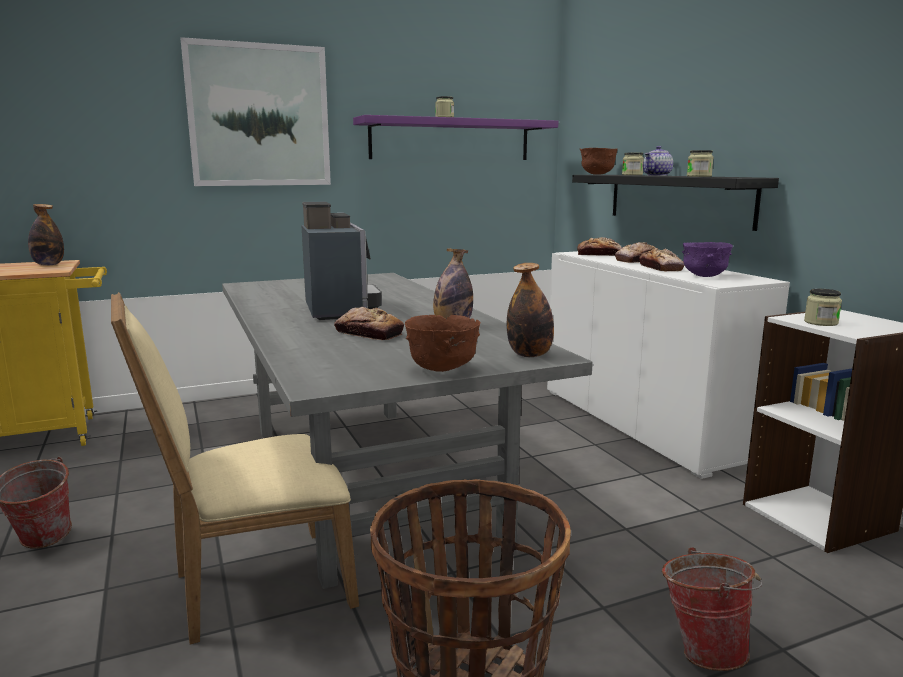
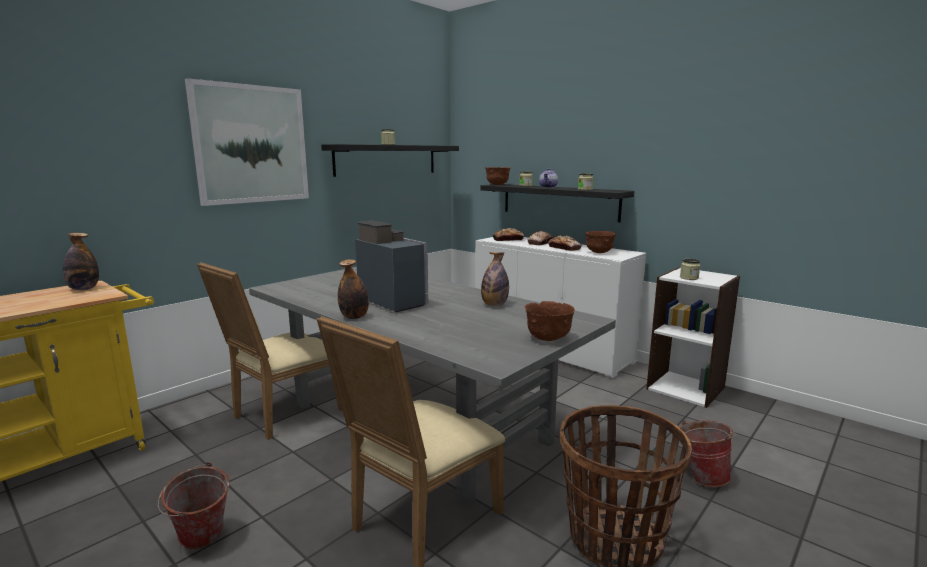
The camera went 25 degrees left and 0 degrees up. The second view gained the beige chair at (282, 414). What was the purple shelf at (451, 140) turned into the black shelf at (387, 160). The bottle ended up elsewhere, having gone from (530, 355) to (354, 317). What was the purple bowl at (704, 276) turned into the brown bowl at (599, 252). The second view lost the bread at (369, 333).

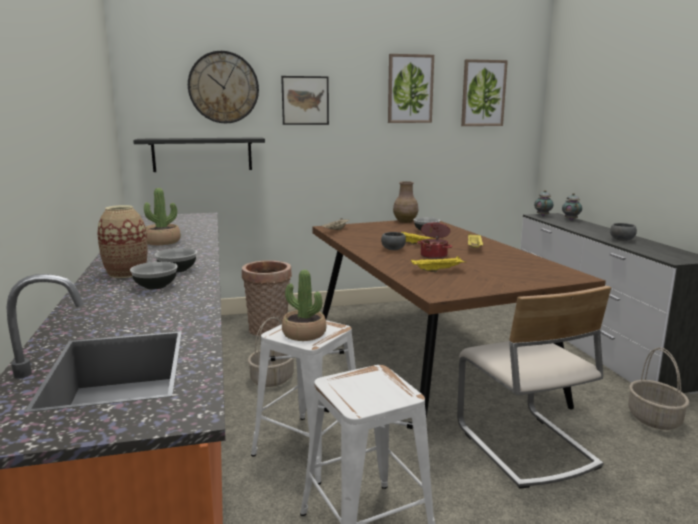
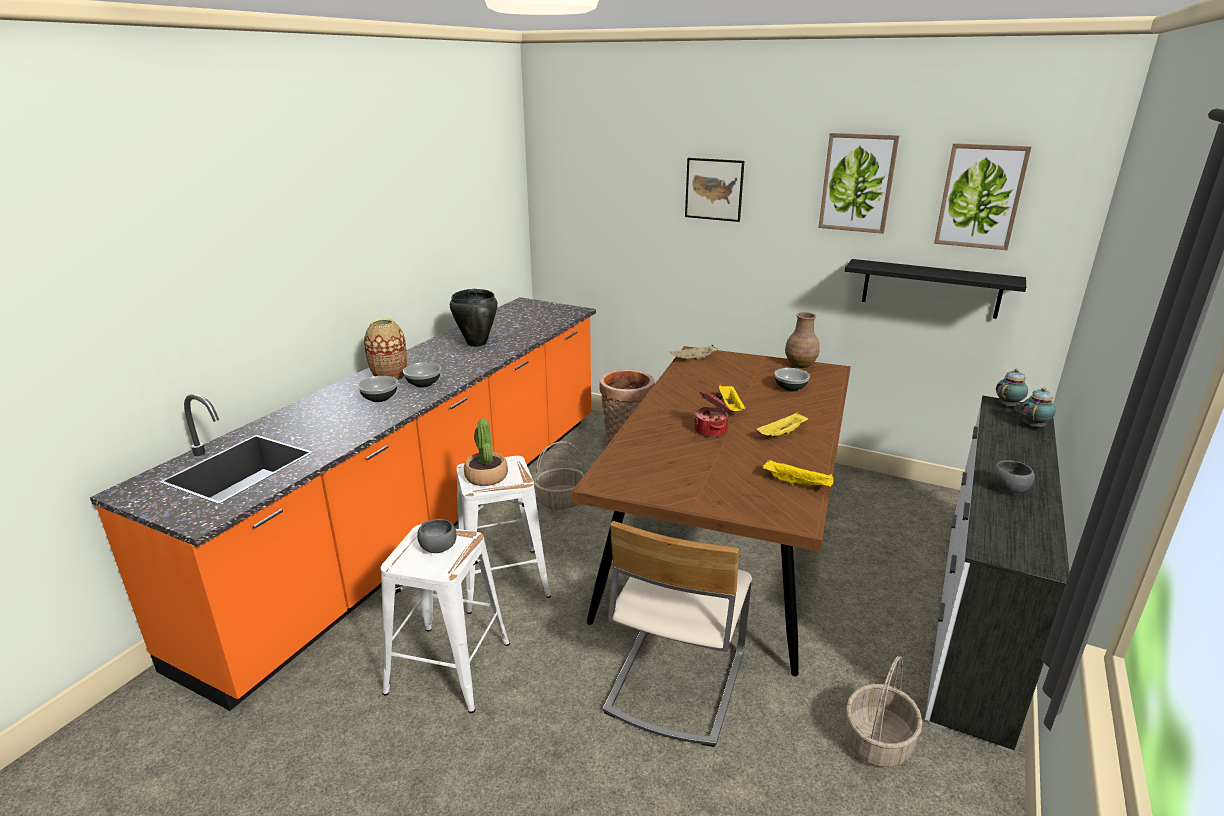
The camera went 40 degrees right and 10 degrees up. The grey bowl ended up elsewhere, having gone from (393, 250) to (438, 548). Where the potted plant stood at (162, 242), the black cooking pot came to stand at (476, 343). The yellow tray ended up elsewhere, having gone from (438, 270) to (798, 484). The black shelf ended up elsewhere, having gone from (202, 154) to (930, 288). The second view lost the wall clock at (223, 87).

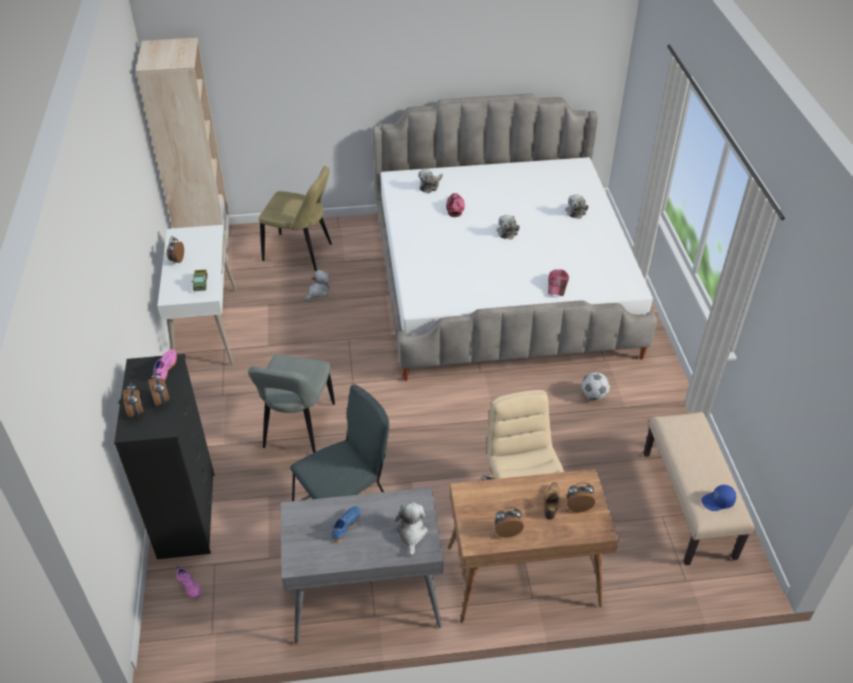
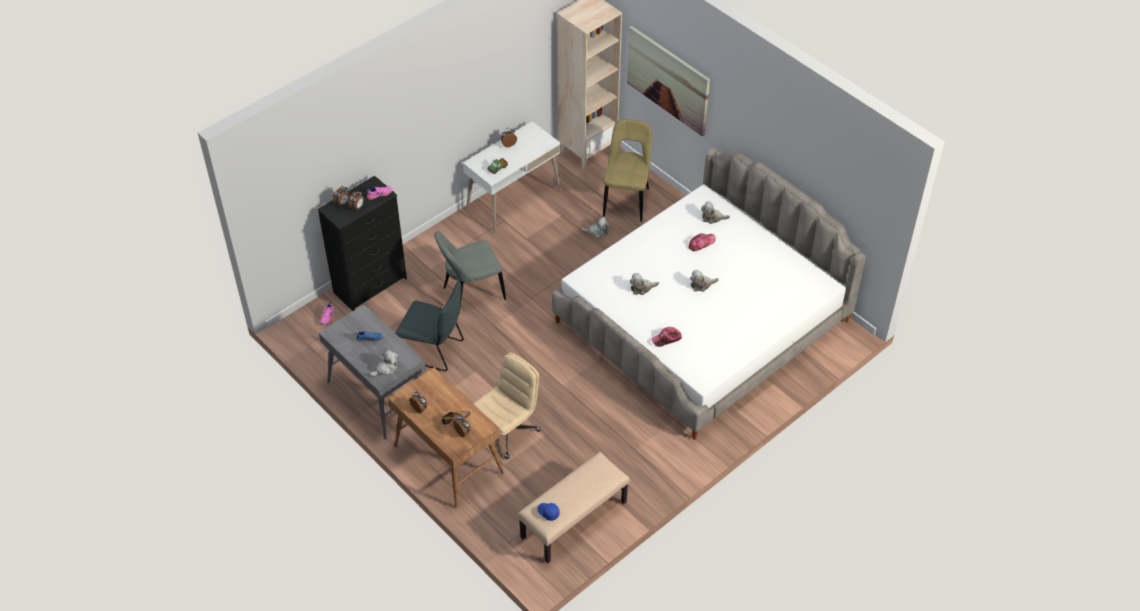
The camera went 55 degrees right and 5 degrees up. The beige chair at (301, 253) ended up facing another way, 150 degrees counterclockwise from before. The second view gained the picture at (668, 80). The plush toy ended up elsewhere, having gone from (576, 210) to (642, 288). The second view lost the football at (594, 395).

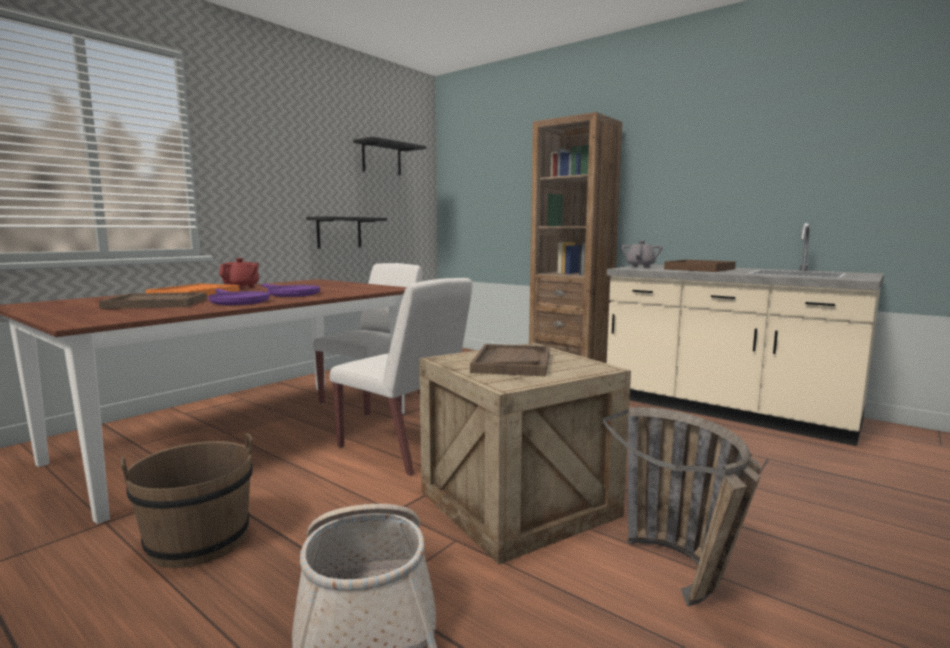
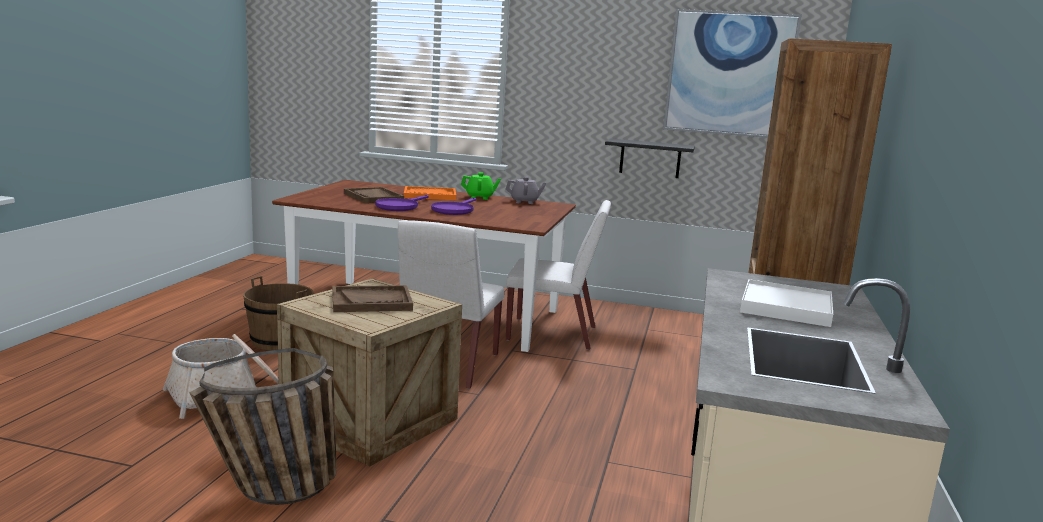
The camera went 65 degrees right and 5 degrees up. What was the red teapot at (241, 287) turned into the green teapot at (480, 197). The grey teapot ended up elsewhere, having gone from (640, 267) to (524, 202). Where the black shelf hung at (381, 159), the picture came to hang at (729, 74). What was the brown tray at (699, 269) turned into the white tray at (786, 307).

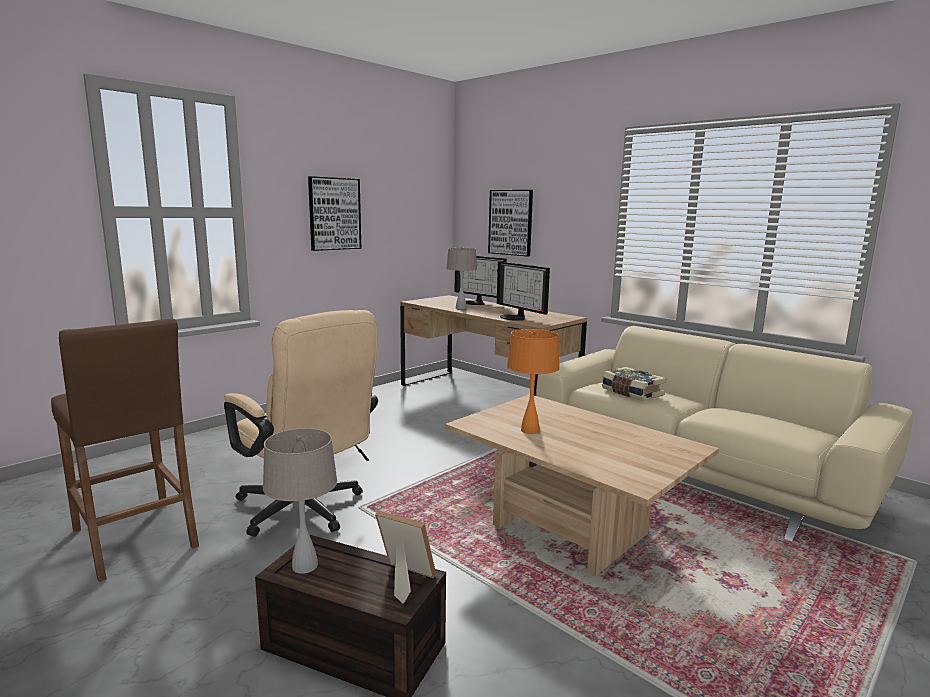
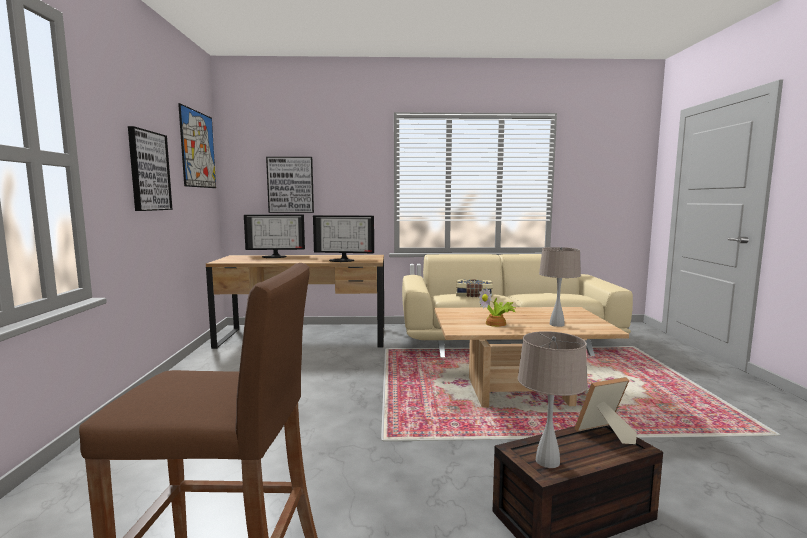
The camera went 45 degrees left and 5 degrees down. The second view gained the picture at (198, 149). Where the orange table lamp stood at (530, 430), the potted plant came to stand at (497, 324). The beige table lamp ended up elsewhere, having gone from (461, 308) to (557, 324). The second view lost the beige office chair at (306, 511).

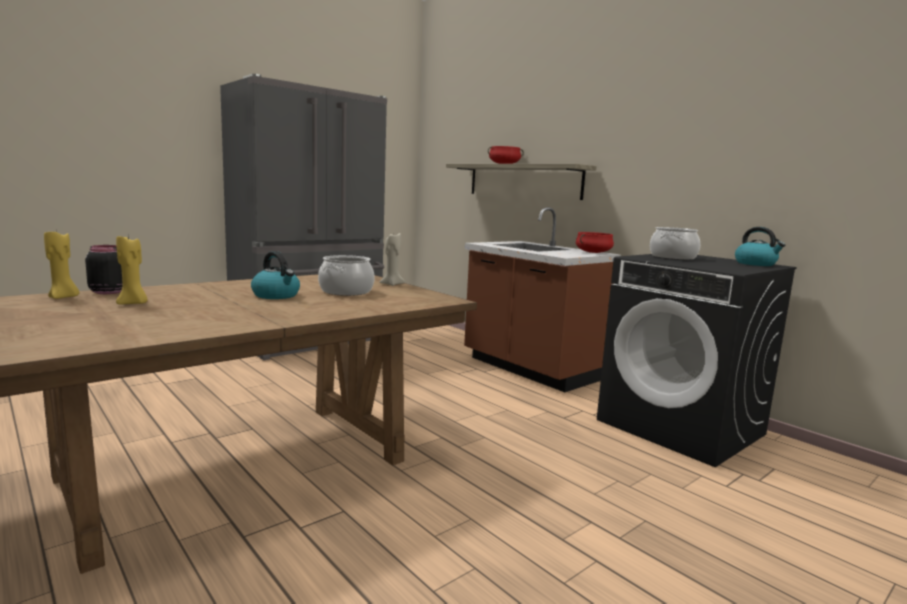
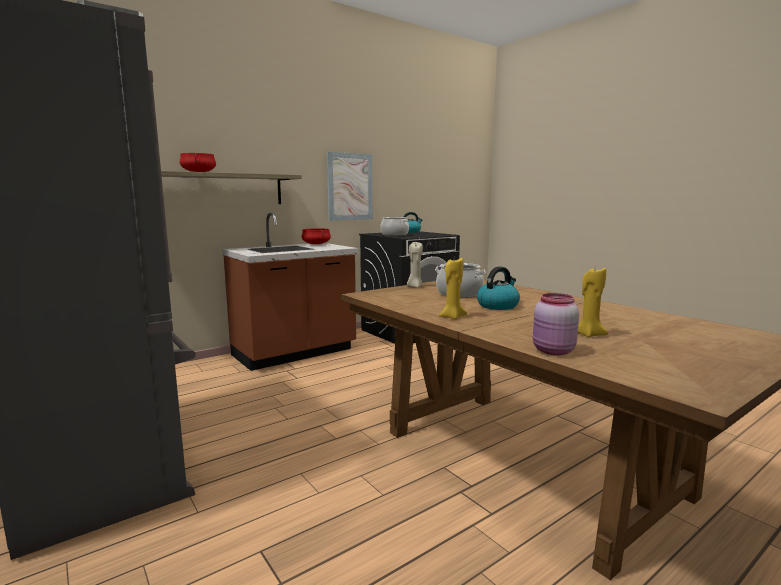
The camera went 85 degrees left and 0 degrees up. The second view gained the picture at (350, 187). The yellow candle ended up elsewhere, having gone from (63, 297) to (452, 317). What was the black jar at (107, 292) turned into the pink jar at (553, 351).

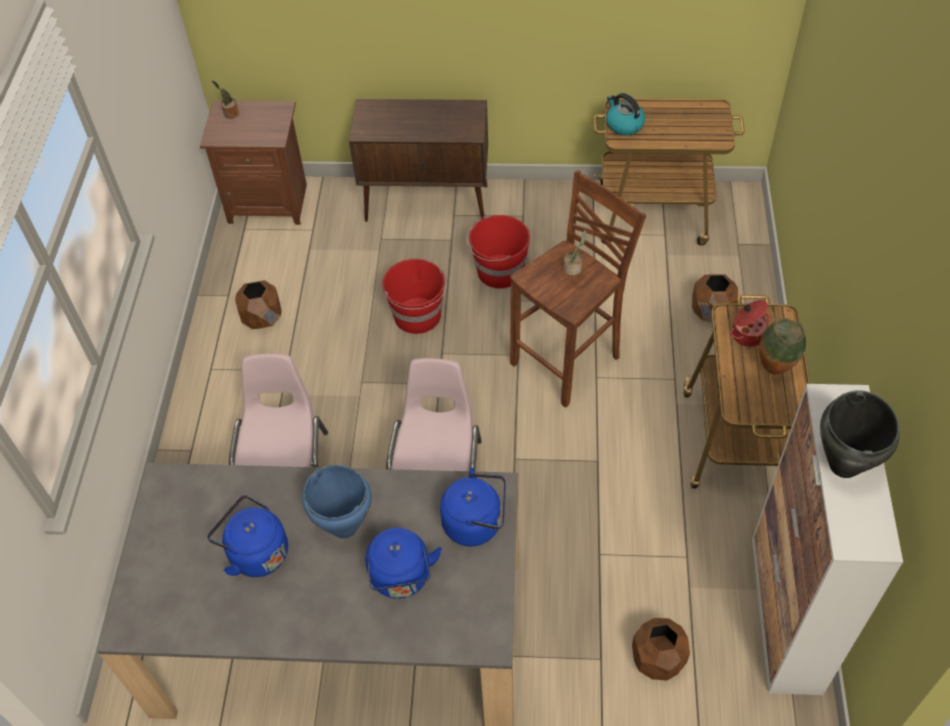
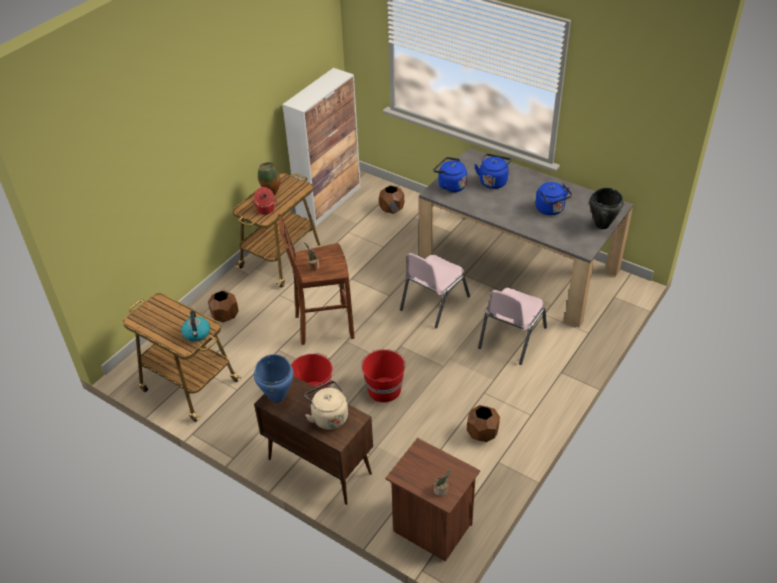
The camera went 150 degrees left and 10 degrees down. The blue cooking pot ended up elsewhere, having gone from (344, 527) to (277, 396). The second view gained the beige kettle at (328, 417). The black cooking pot ended up elsewhere, having gone from (844, 465) to (601, 225).

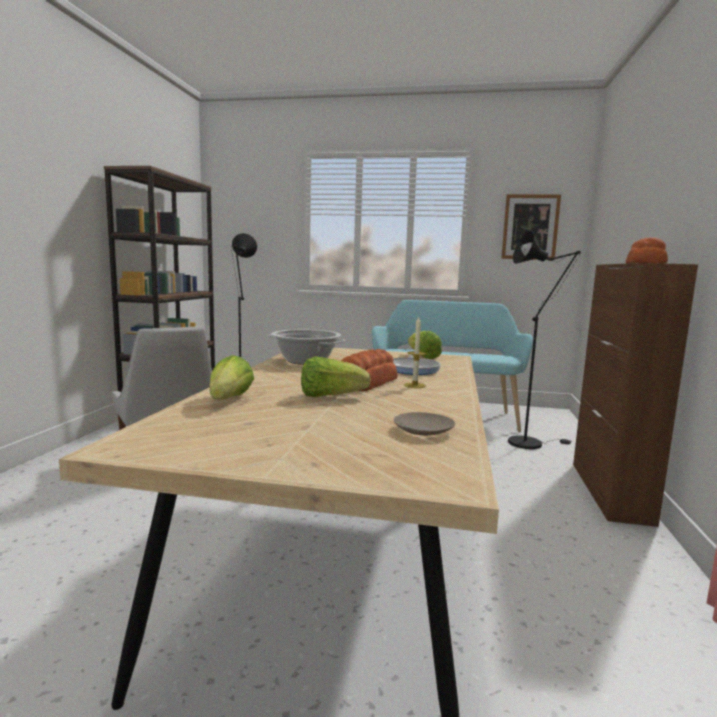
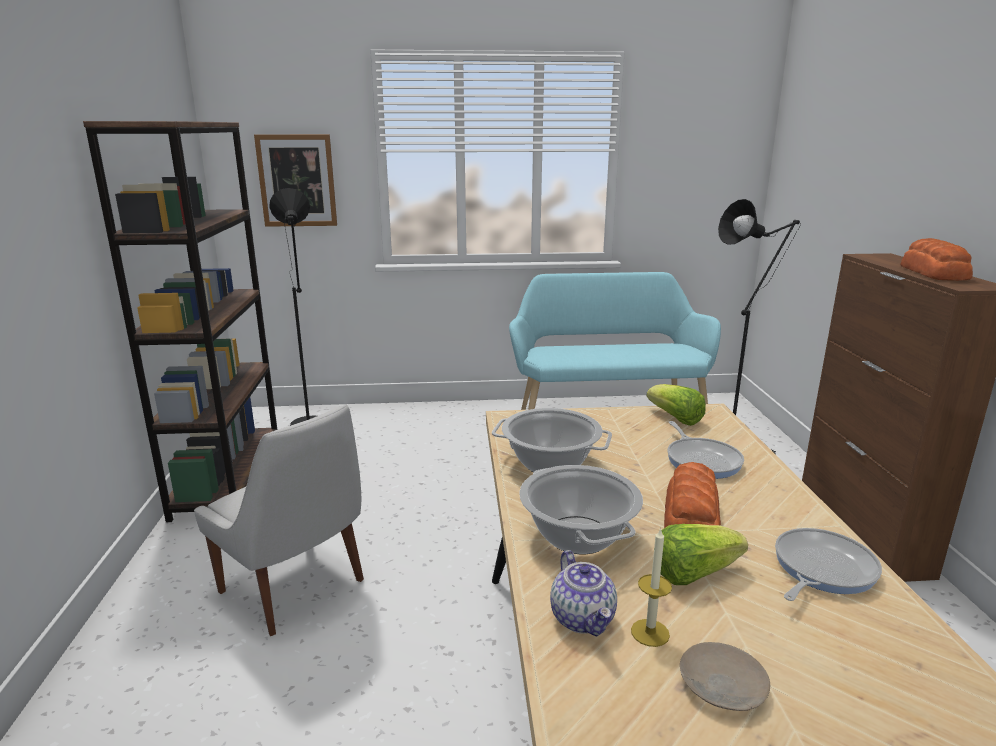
The camera went 15 degrees left and 10 degrees up. The picture ended up elsewhere, having gone from (530, 227) to (297, 181). The second view gained the cooking pot at (579, 535). Where the lettuce stood at (229, 400), the teapot came to stand at (583, 619). The candle ended up elsewhere, having gone from (415, 385) to (650, 632). The beige plate ended up elsewhere, having gone from (423, 430) to (722, 685). The second view gained the frying pan at (821, 569).

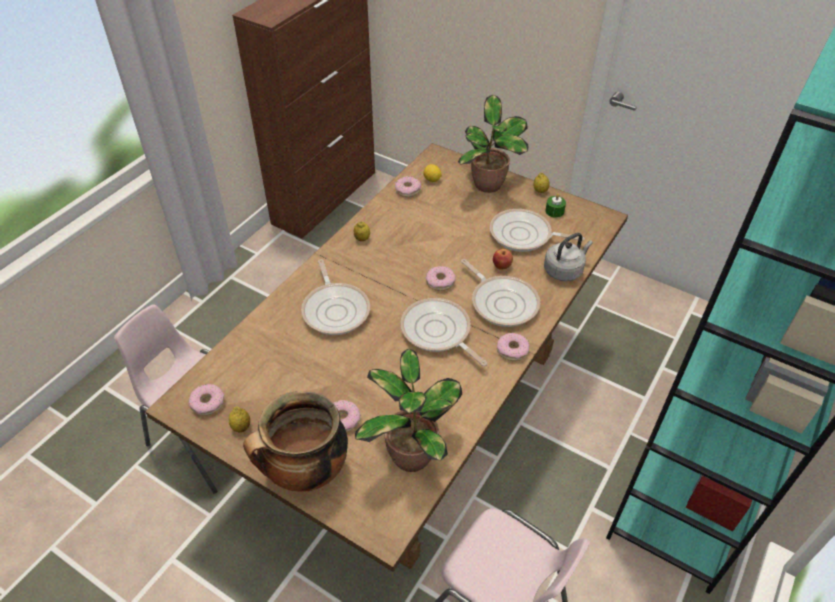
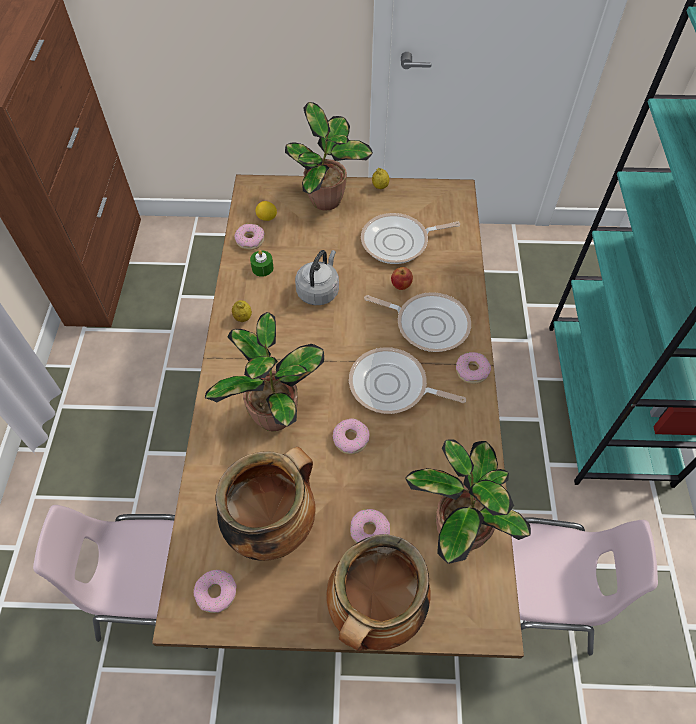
The camera went 30 degrees left and 10 degrees up. Where the frying pan stood at (336, 309), the potted plant came to stand at (274, 412). The second view gained the cooking pot at (272, 525). The green candle ended up elsewhere, having gone from (554, 211) to (262, 268). The grey kettle ended up elsewhere, having gone from (564, 270) to (319, 290). The donut ended up elsewhere, having gone from (440, 282) to (351, 439). The second view lost the lemon at (241, 427).

